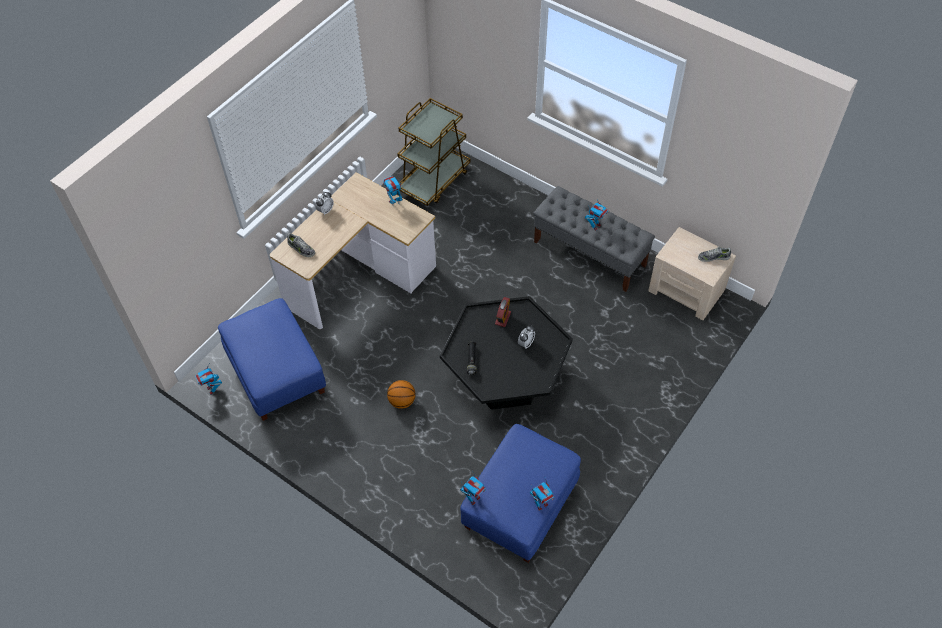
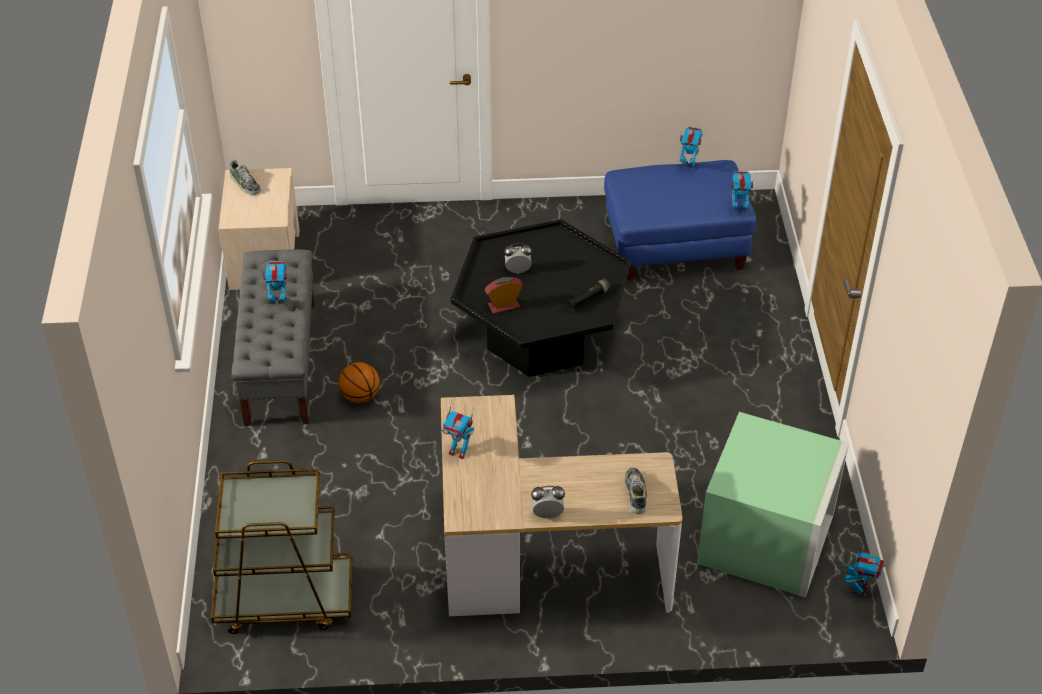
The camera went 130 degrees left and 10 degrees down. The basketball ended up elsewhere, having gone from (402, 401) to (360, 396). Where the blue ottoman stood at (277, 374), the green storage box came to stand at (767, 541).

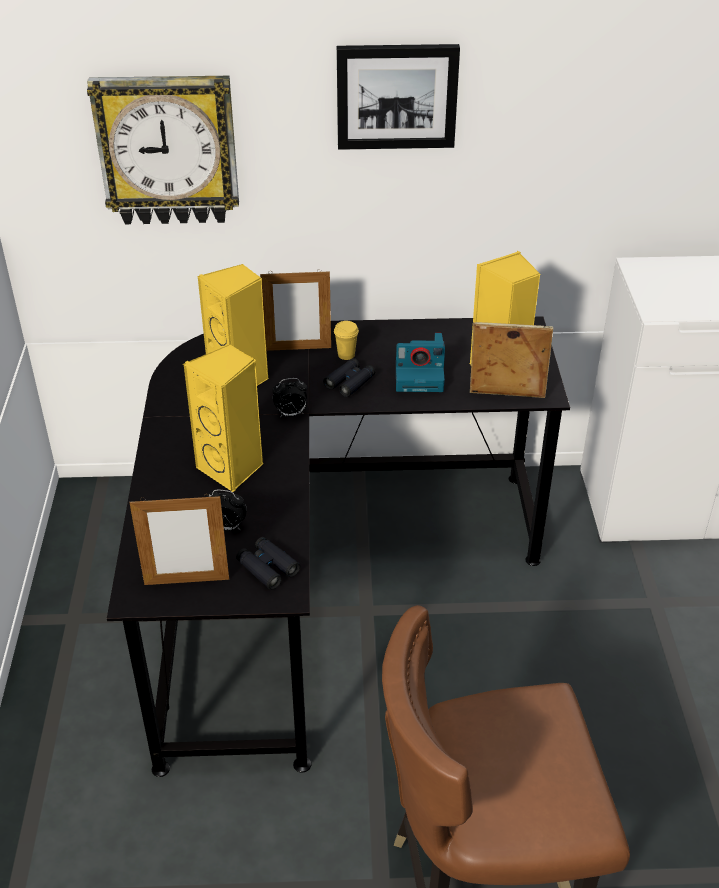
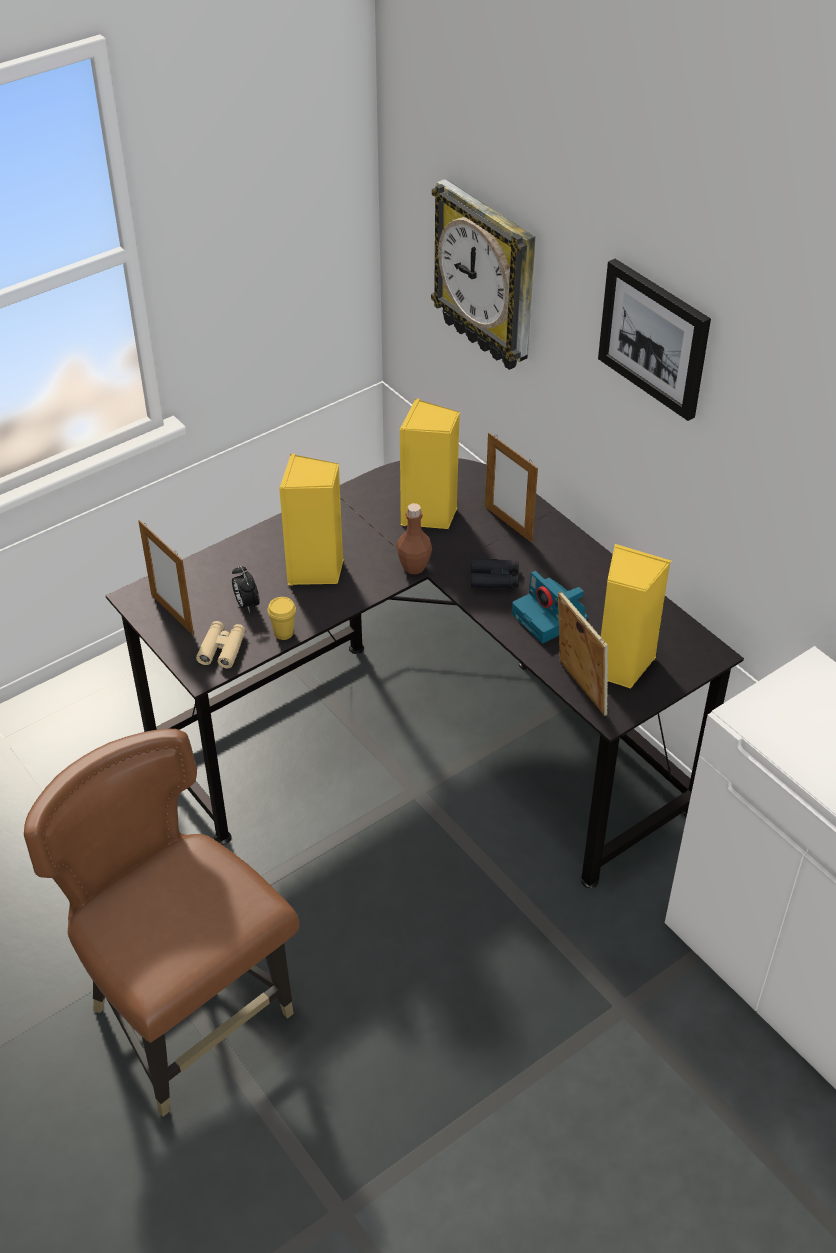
The camera went 55 degrees right and 5 degrees up. What was the black binoculars at (267, 567) turned into the beige binoculars at (222, 649). The yellow cup ended up elsewhere, having gone from (346, 355) to (283, 633). Where the alarm clock stood at (291, 415), the brown bottle came to stand at (414, 567).

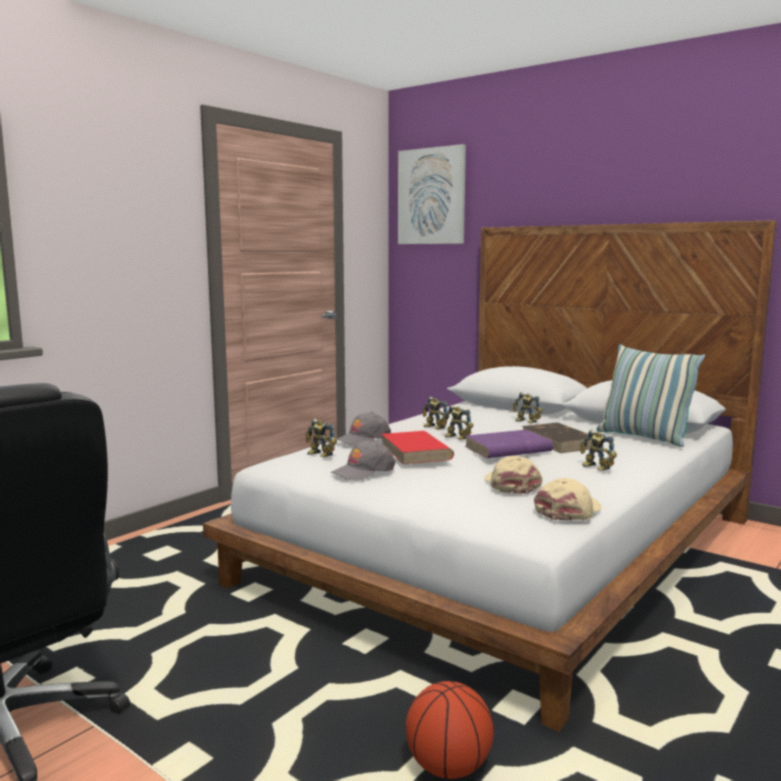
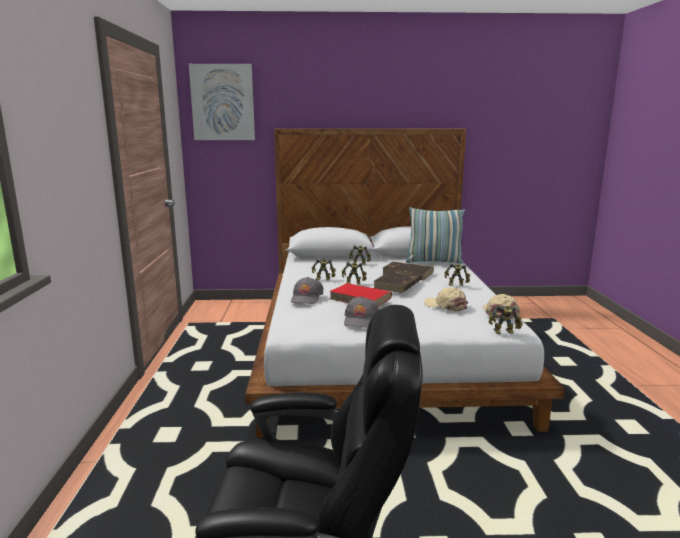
The camera went 40 degrees left and 5 degrees up. What was the purple book at (507, 449) turned into the brown book at (397, 284). The toy robot ended up elsewhere, having gone from (319, 455) to (504, 332). The second view lost the basketball at (448, 767).

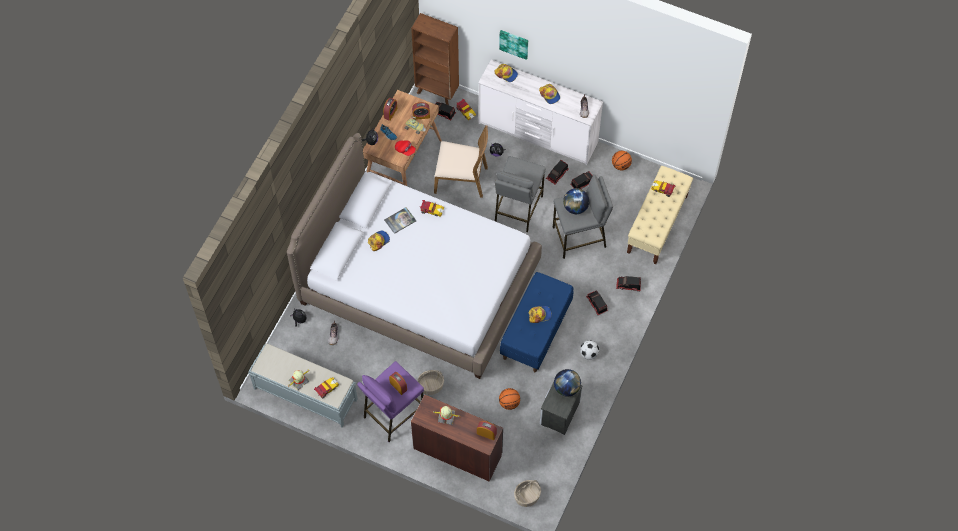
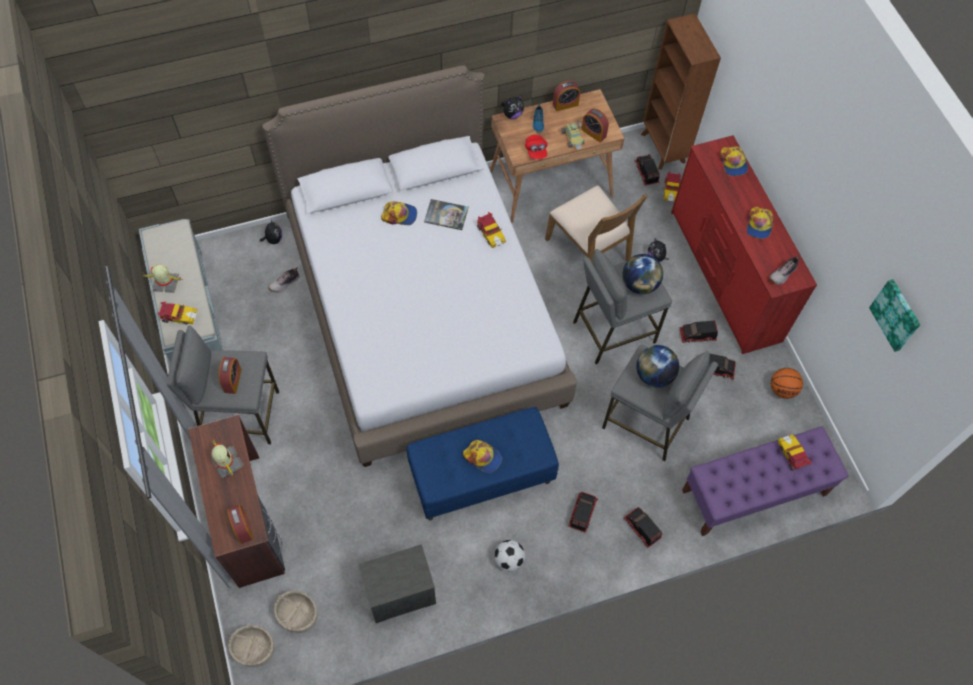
The camera went 45 degrees right and 0 degrees up. What was the purple stool at (393, 414) turned into the grey stool at (240, 415). The basket ended up elsewhere, having gone from (430, 386) to (297, 615). The globe ended up elsewhere, having gone from (566, 388) to (639, 284). What was the white dresser at (538, 133) turned into the red dresser at (724, 276). What was the beige bench at (657, 224) turned into the purple bench at (753, 493). The picture ended up elsewhere, having gone from (514, 43) to (896, 315). The second view lost the basketball at (509, 403).

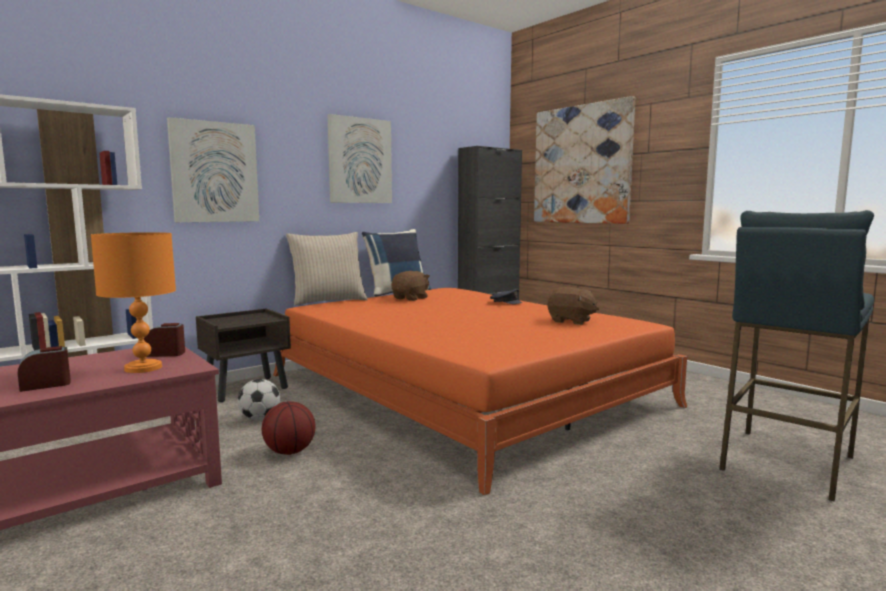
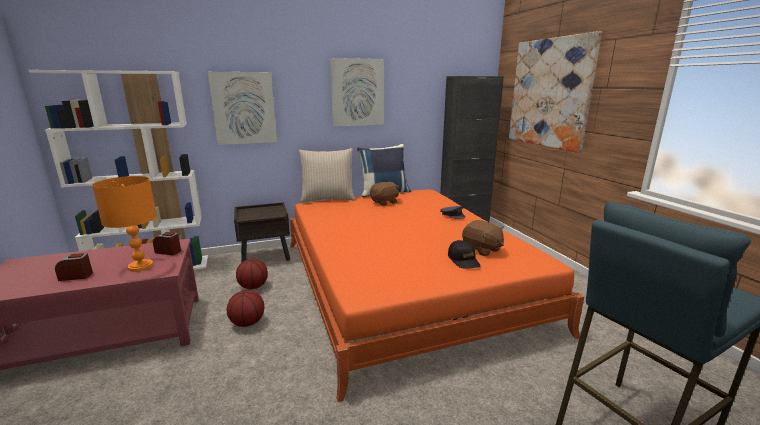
The camera went 20 degrees right and 10 degrees up. Where the football stood at (260, 418), the basketball came to stand at (253, 287). The second view gained the black cap at (463, 260).

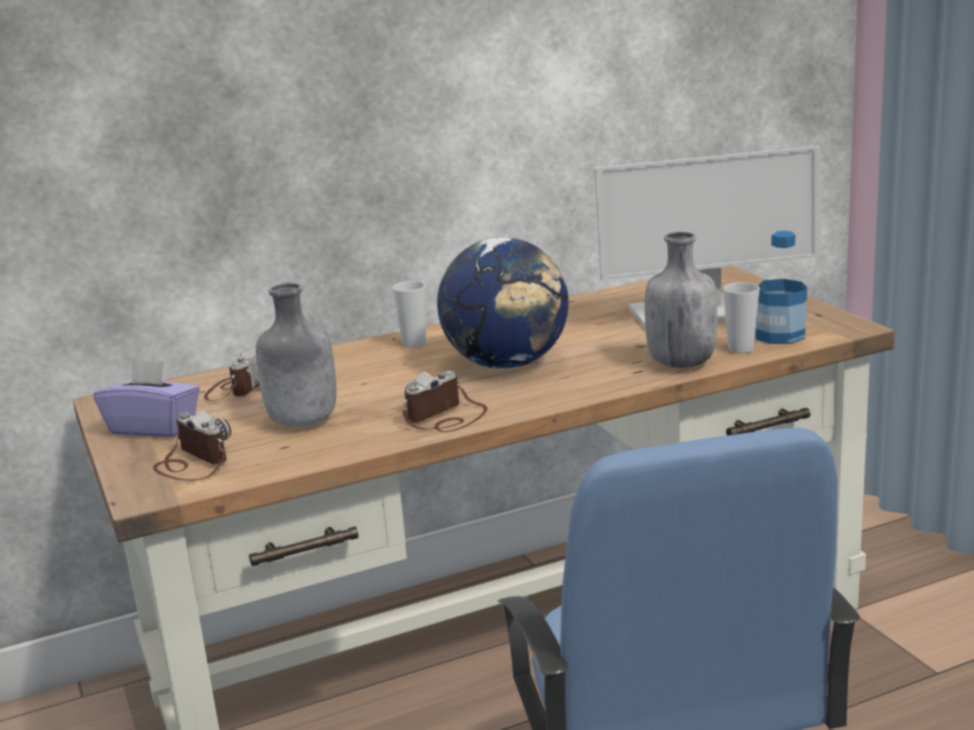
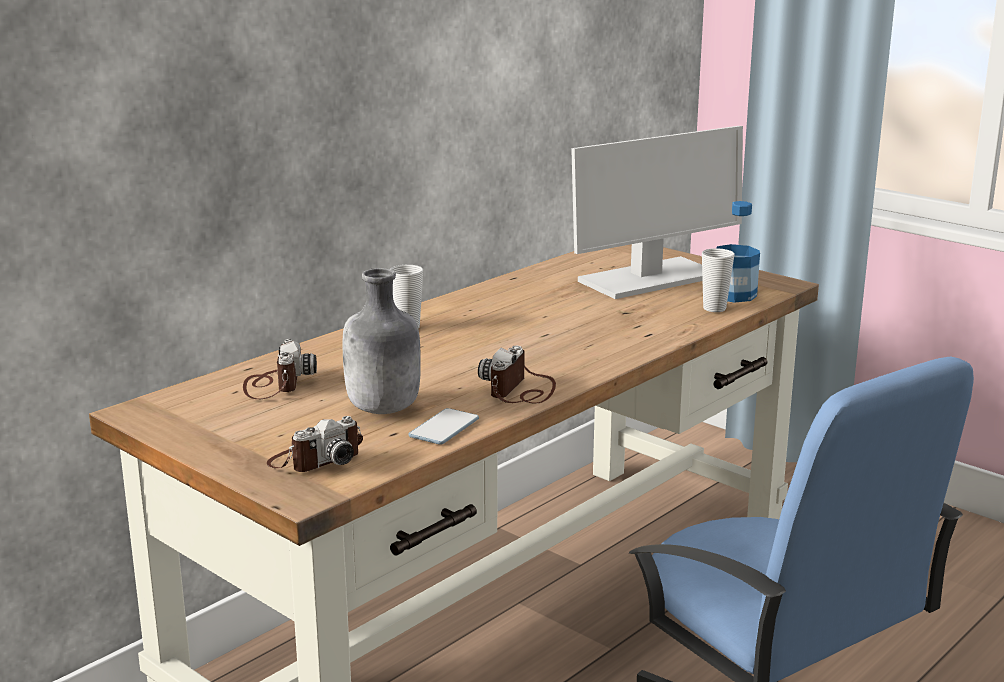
The camera went 25 degrees left and 0 degrees up. The photo camera at (193, 463) ended up facing another way, 120 degrees clockwise from before. The second view gained the phone at (444, 428). The second view lost the purple tissue box at (154, 428). The second view lost the globe at (507, 364). The second view lost the grey bottle at (680, 363).

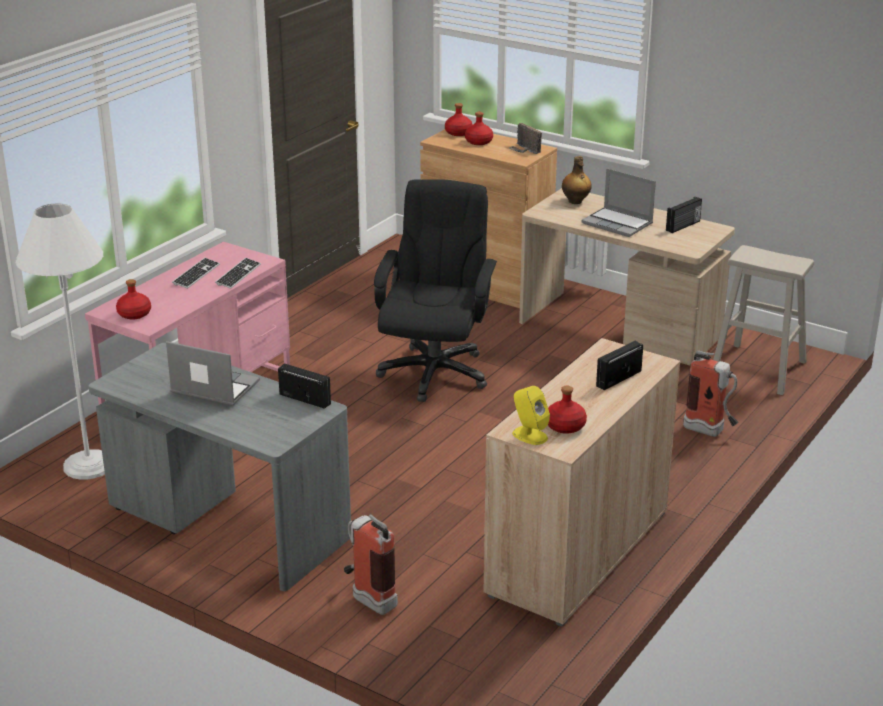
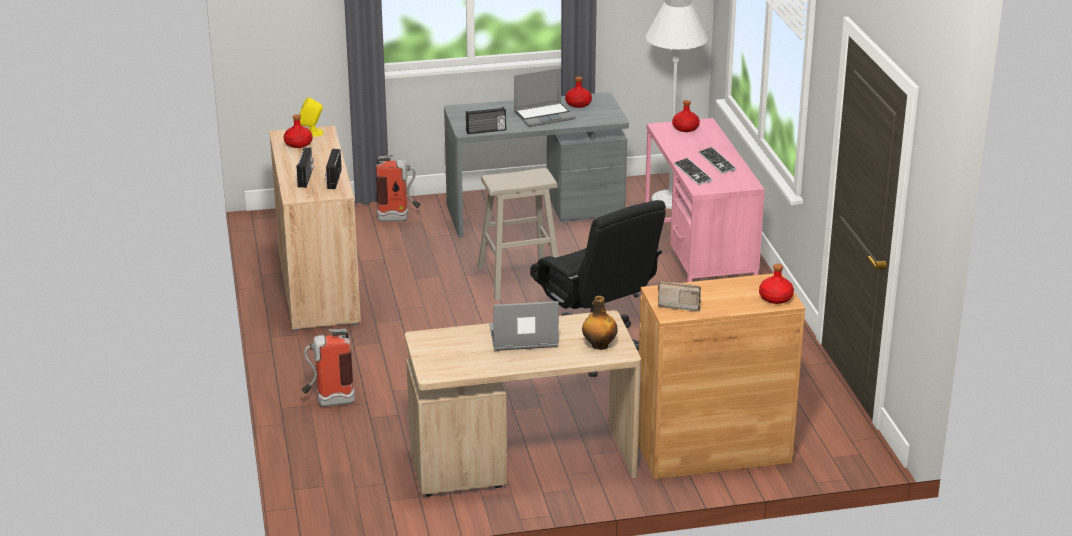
The camera went 135 degrees right and 0 degrees up. The radio ended up elsewhere, having gone from (683, 226) to (333, 179). The beige stool ended up elsewhere, having gone from (758, 369) to (519, 279). The red bottle ended up elsewhere, having gone from (478, 142) to (578, 104).

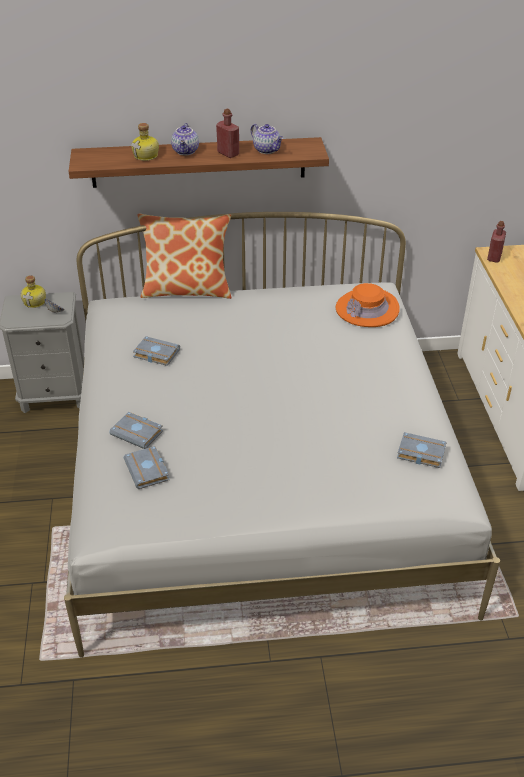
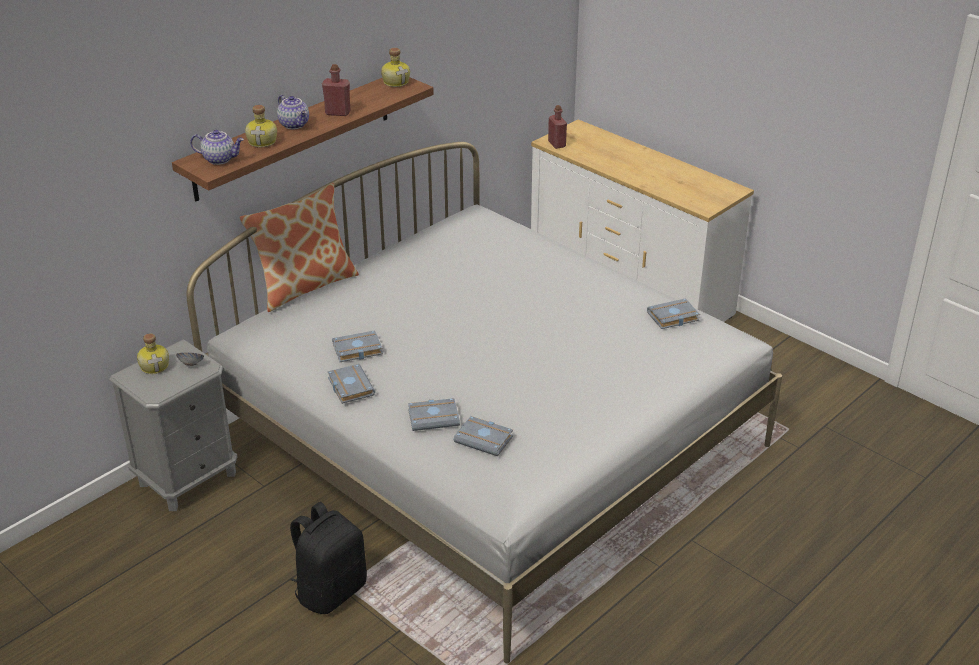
The camera went 40 degrees left and 5 degrees down. The teapot ended up elsewhere, having gone from (267, 150) to (220, 159). The second view gained the black backpack at (330, 591). The second view gained the grey book at (349, 387). The second view gained the bottle at (396, 82). The second view lost the orange hat at (367, 309).

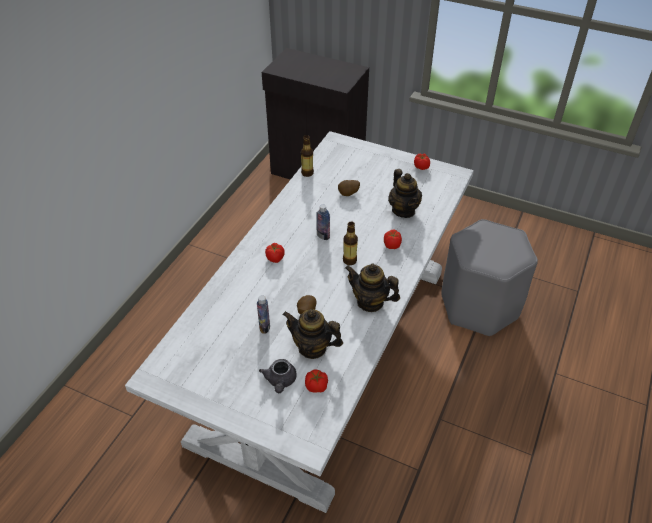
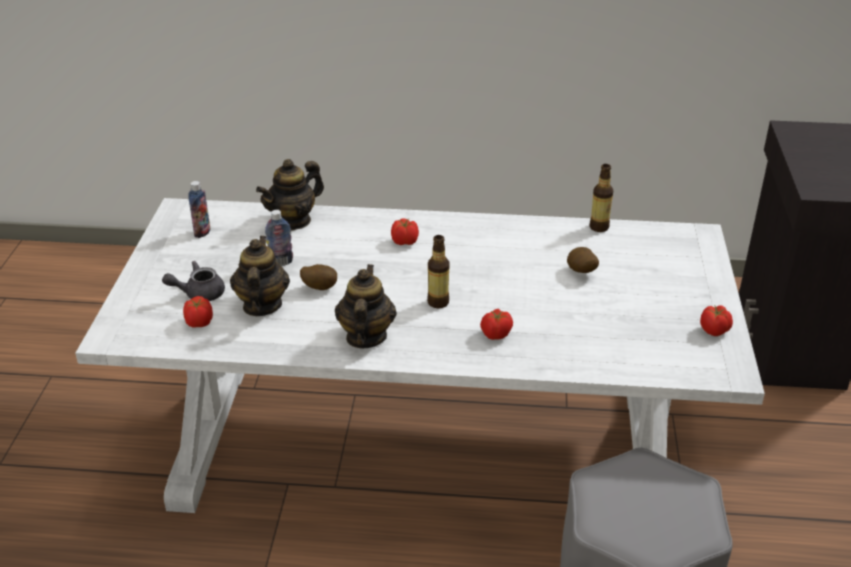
The camera went 70 degrees right and 10 degrees down. The bottle ended up elsewhere, having gone from (323, 236) to (202, 232). The teapot ended up elsewhere, having gone from (403, 210) to (293, 220).

